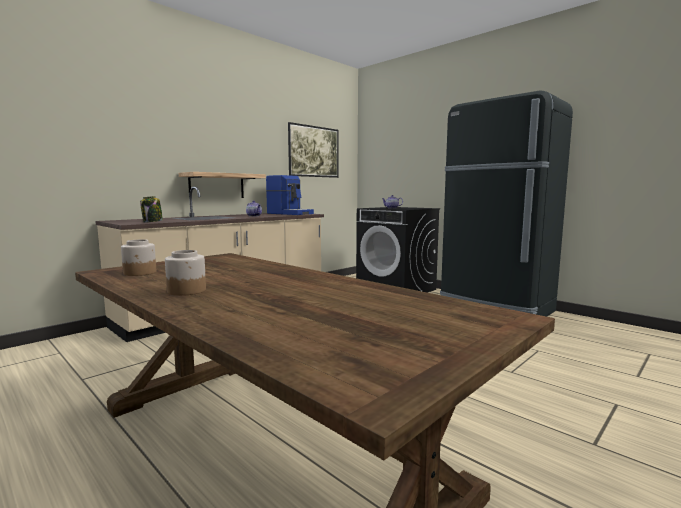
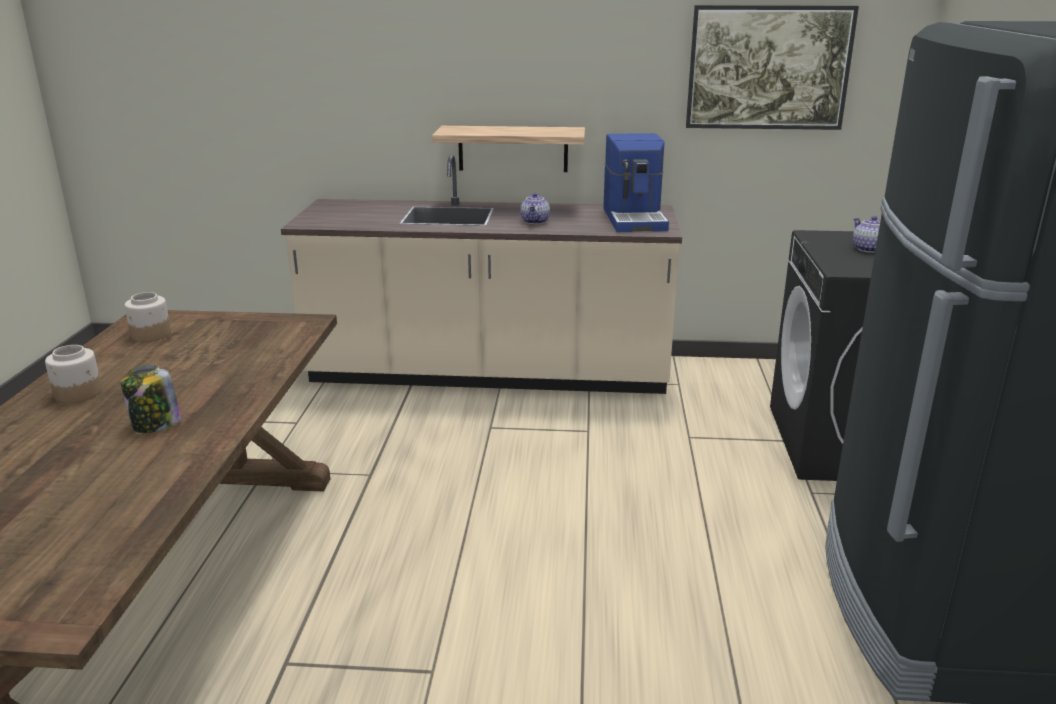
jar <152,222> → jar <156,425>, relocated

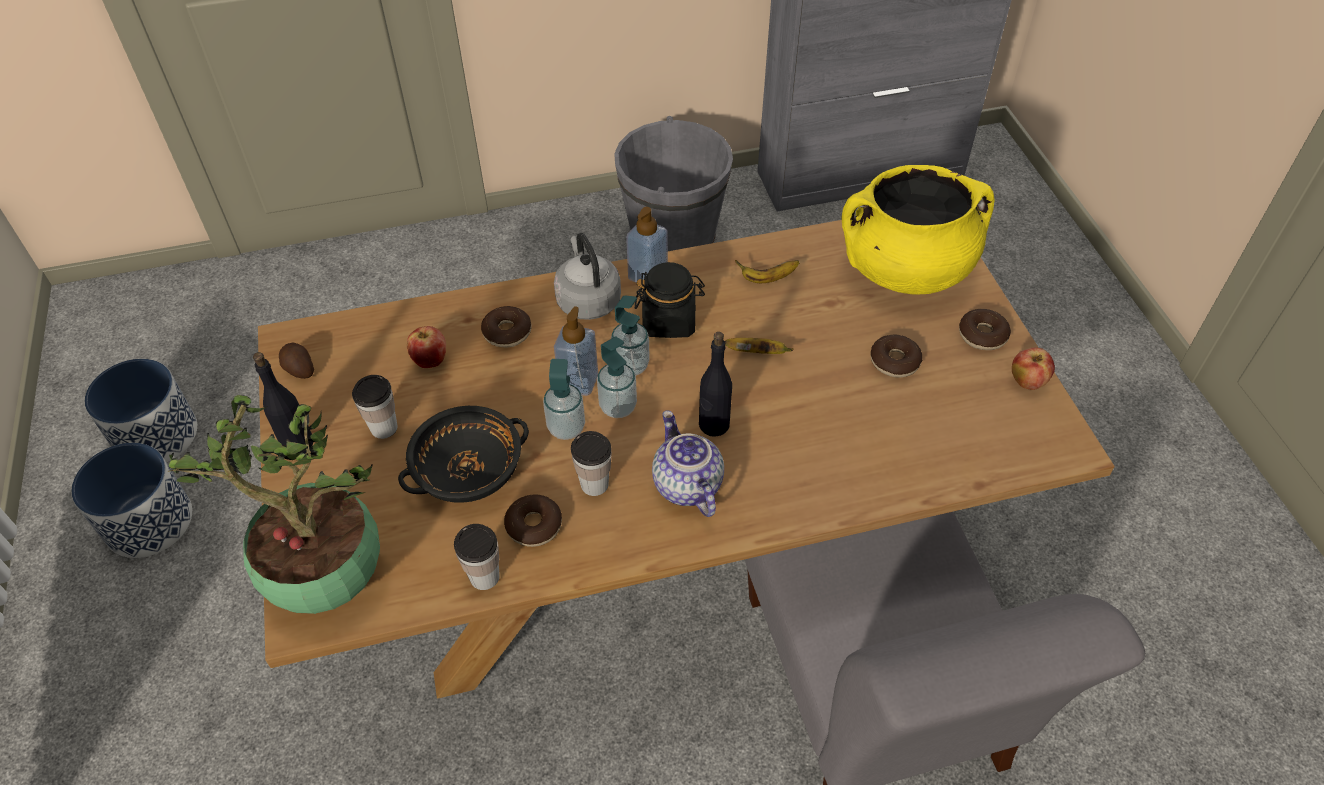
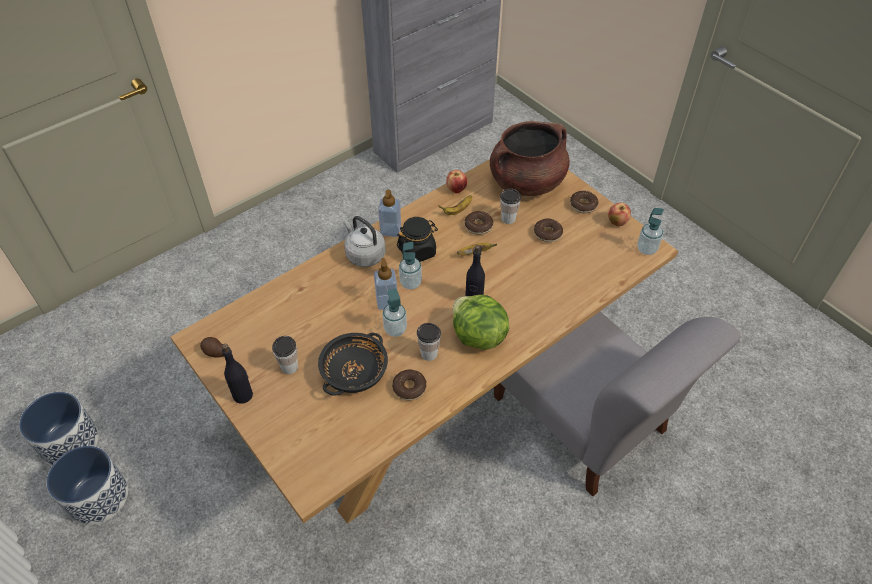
plant in a pot <325,580> → -
apple <430,360> → apple <456,189>, relocated
small cup <484,576> → small cup <508,219>, relocated
ring doughnut <507,332> → ring doughnut <478,226>, relocated
soap bottle <618,406> → soap bottle <646,249>, relocated
greyish bucket <673,240> → -
pot for tea <685,485> → lettuce head <477,336>
yellowish stockpot <905,269> → brownish stockpot <526,182>

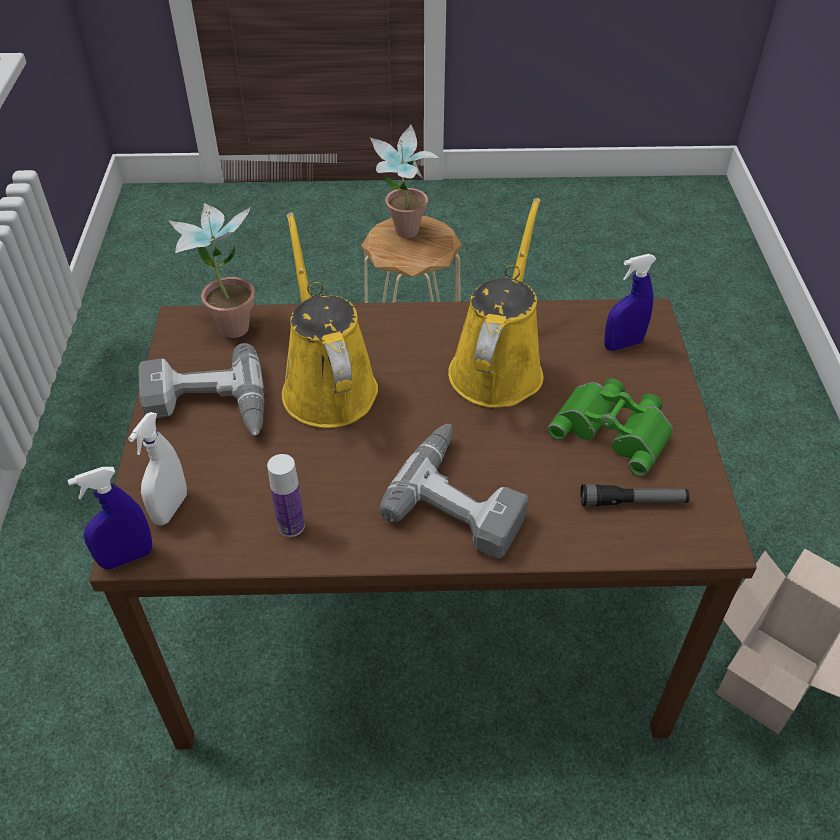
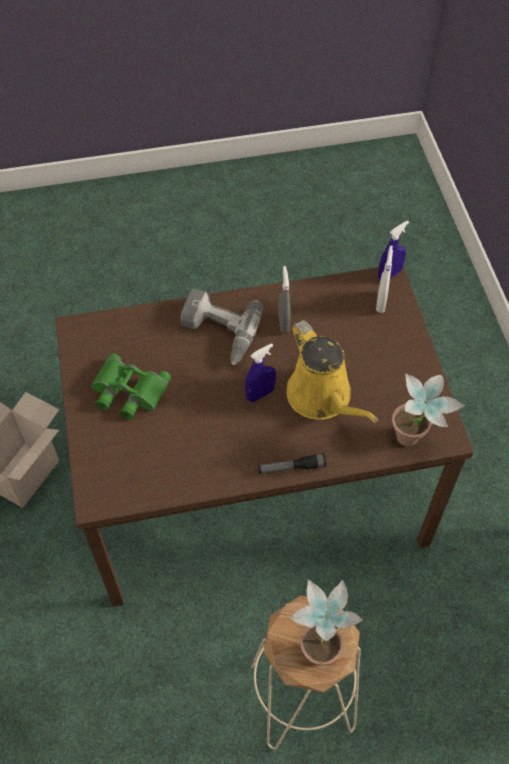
electric drill <206,408> → -
drink bottle <291,526> → -
yellowish watering pot <498,366> → -
torch <632,502> → torch <291,468>, relocated
bluish spray bottle <623,344> → bluish spray bottle <260,394>, relocated
- → greyish spray bottle <283,323>

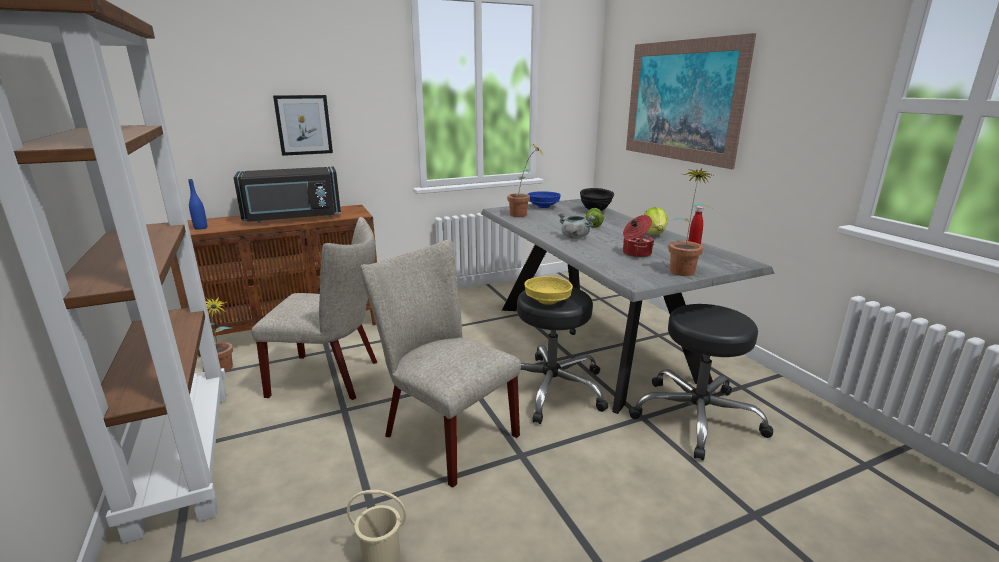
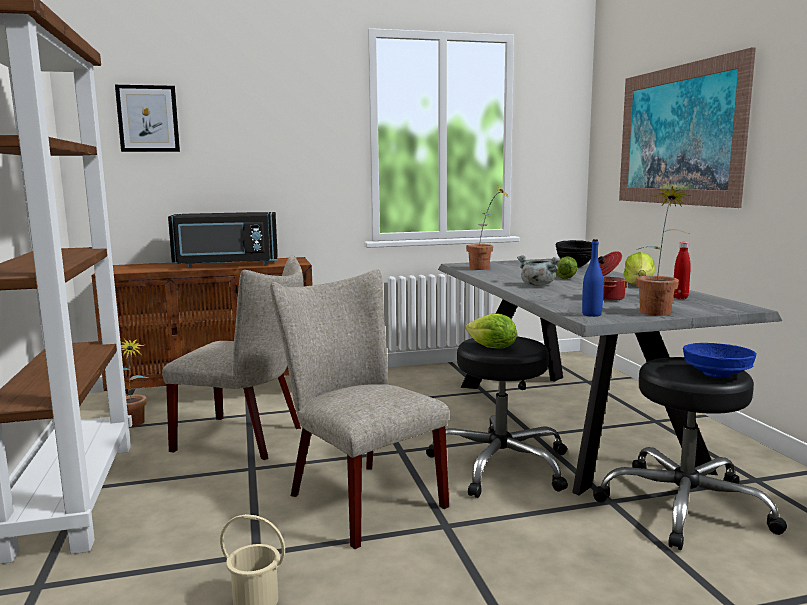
bluish drink bottle <201,228> → bluish drink bottle <591,314>, relocated
wall art <303,125> → wall art <148,118>, relocated
yellowish bowl <548,301> → lettuce head <492,348>
bluish bowl <544,206> → bluish bowl <718,375>, relocated

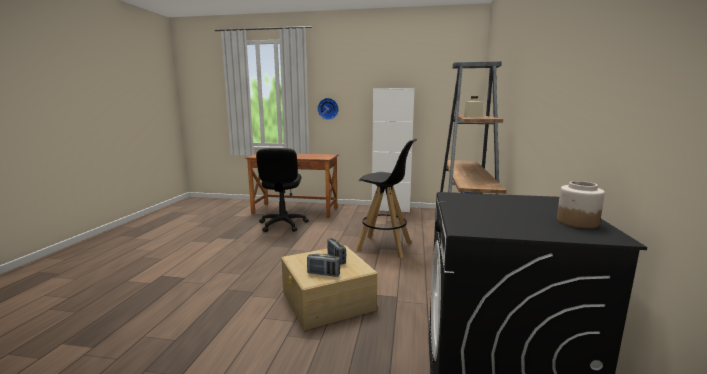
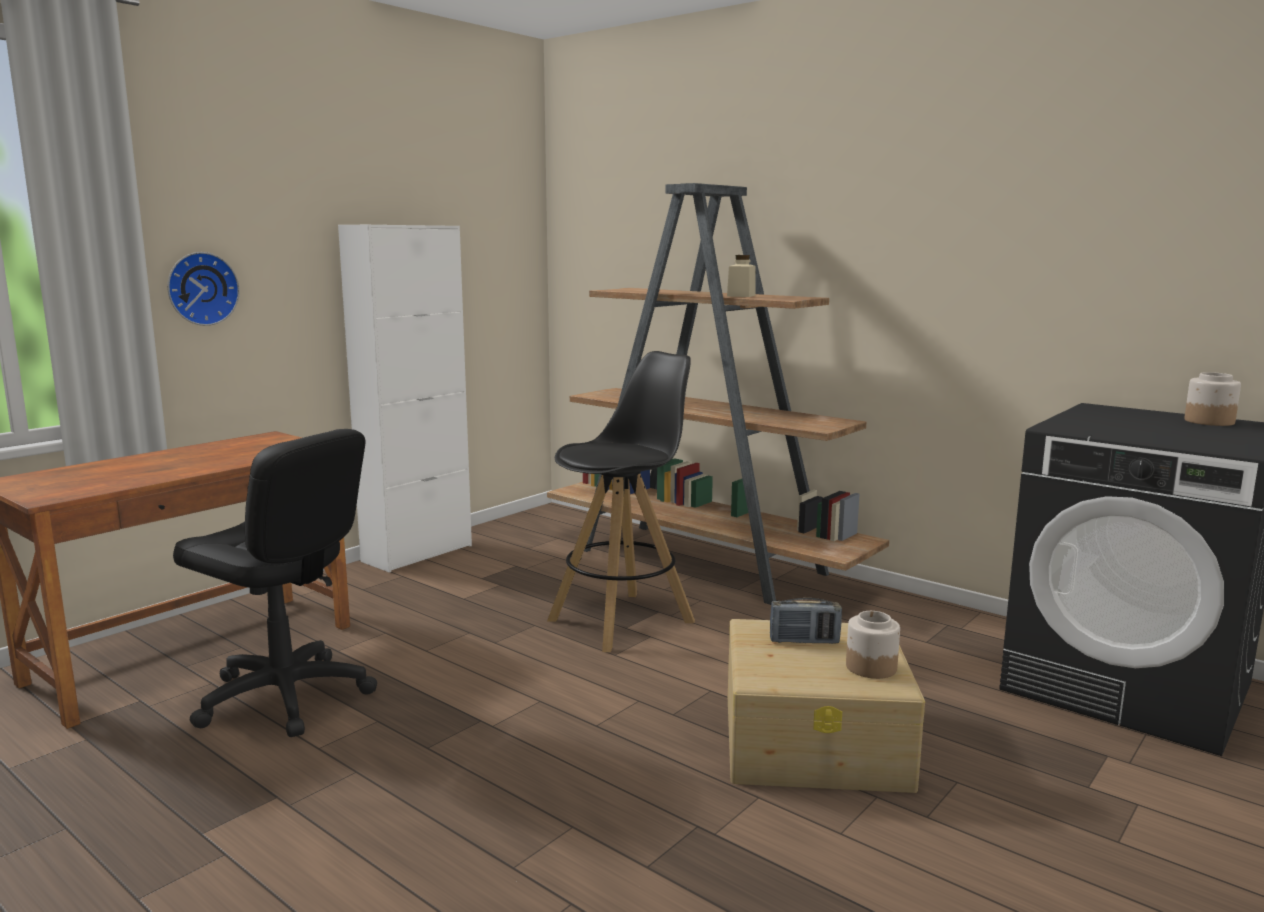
radio <323,274> → jar <871,667>

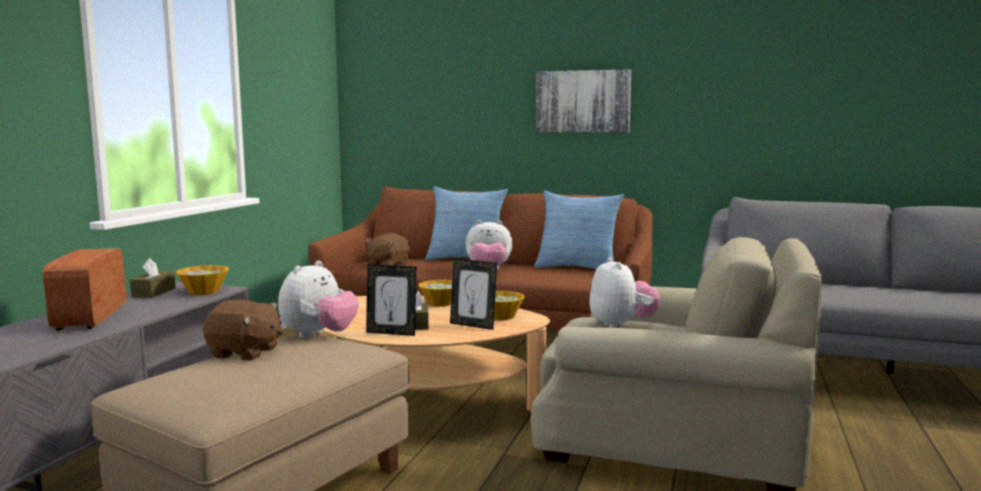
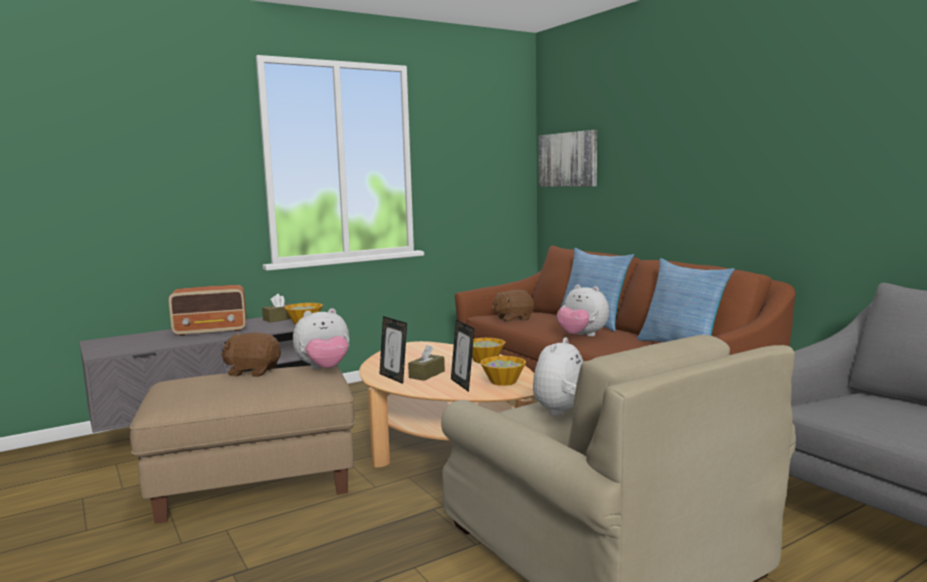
radio <90,318> → radio <211,331>, 135 degrees counterclockwise
brownish plush toy <245,353> → brownish plush toy <253,372>, 135 degrees clockwise
wall art <583,101> → wall art <568,159>, relocated

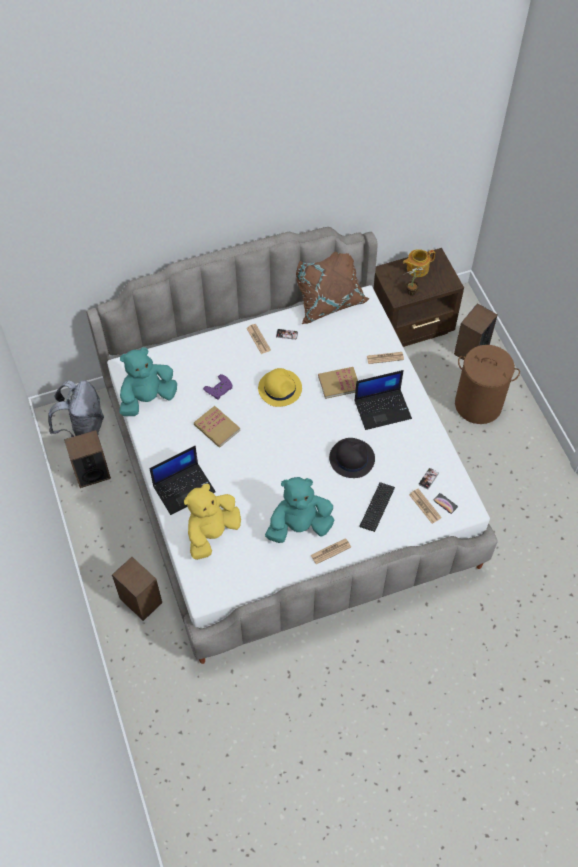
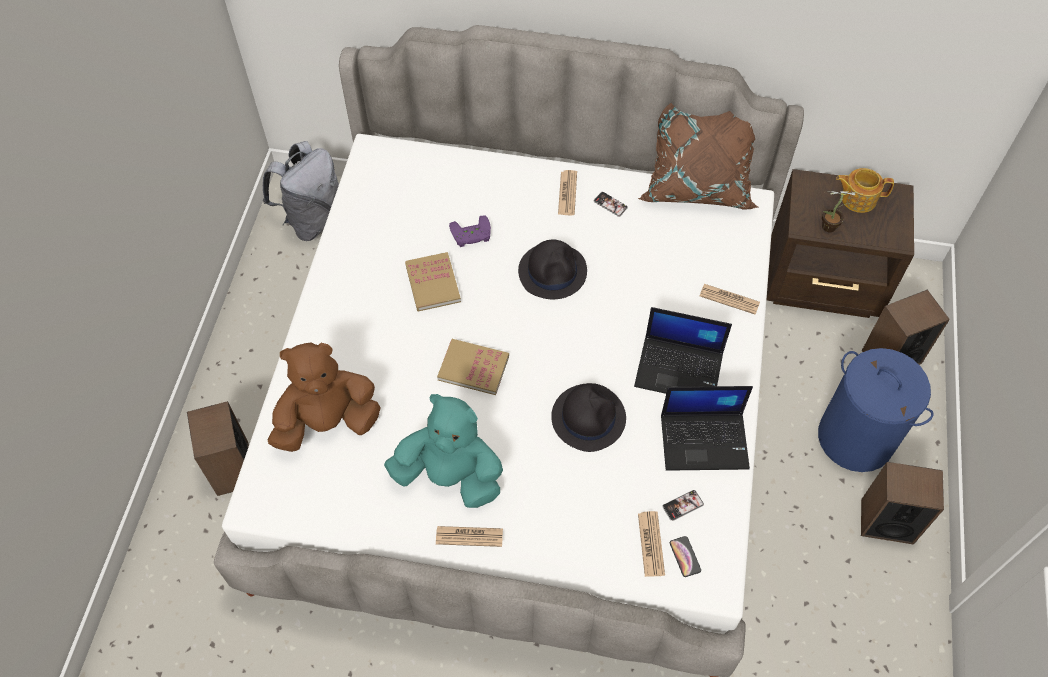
audio speaker <92,473> → audio speaker <886,521>, relocated
turquoise-coloured plush toy <147,398> → -
laptop <184,488> → laptop <705,440>, relocated
yellowish plush toy <212,533> → brownish plush toy <327,422>
yellowish clothing hat <280,388> → black-coloured clothing hat <553,271>
volume <339,383> → volume <473,368>, relocated
PC keyboard <377,507> → -
brownish laundry basket <478,404> → bluish laundry basket <856,438>

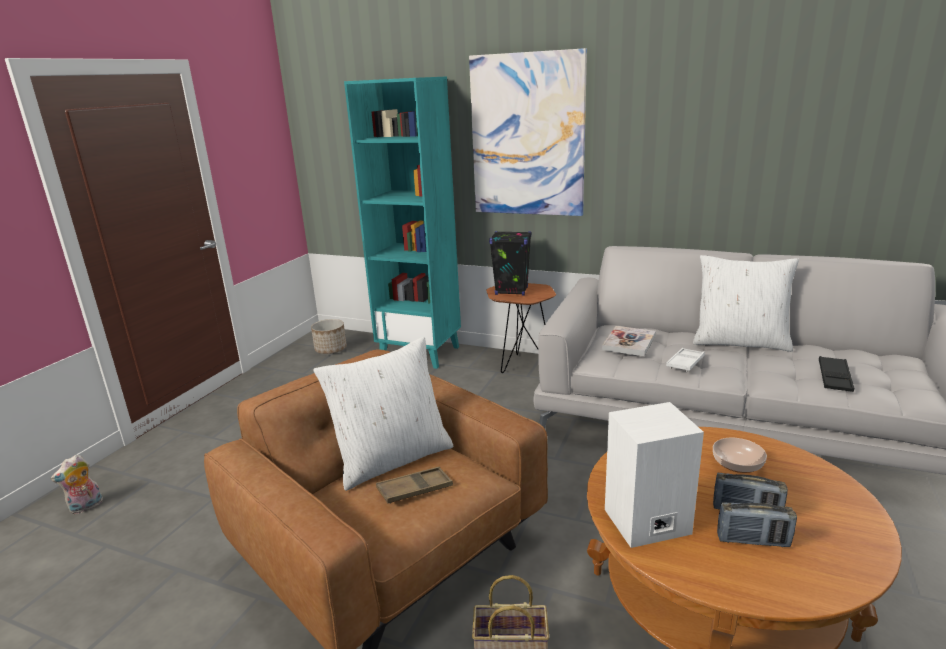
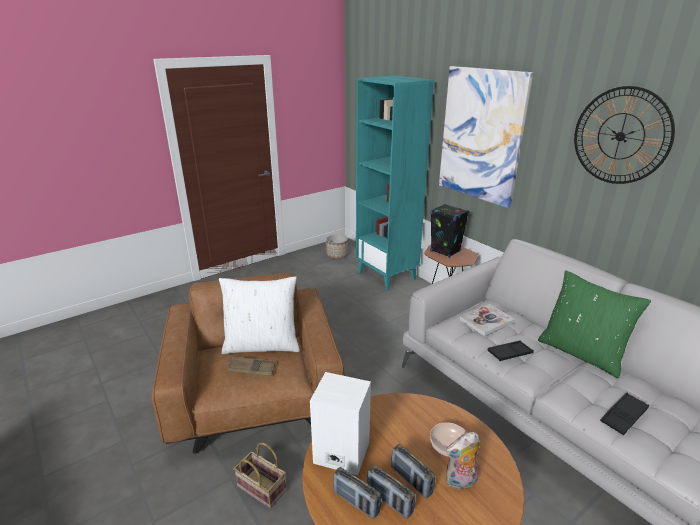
plush toy <86,507> → plush toy <461,482>, relocated
whitish tray <685,363> → black-coloured tray <509,353>
whitish pillow <740,342> → greenish pillow <581,353>
- → radio <356,502>
- → hanging clock <620,136>

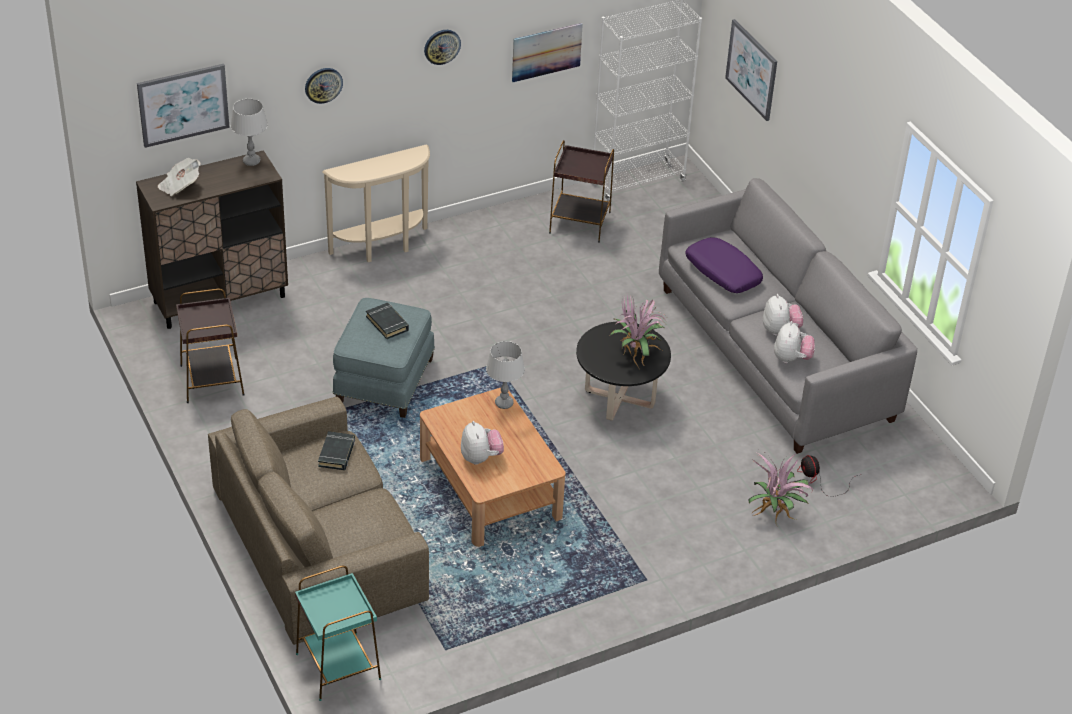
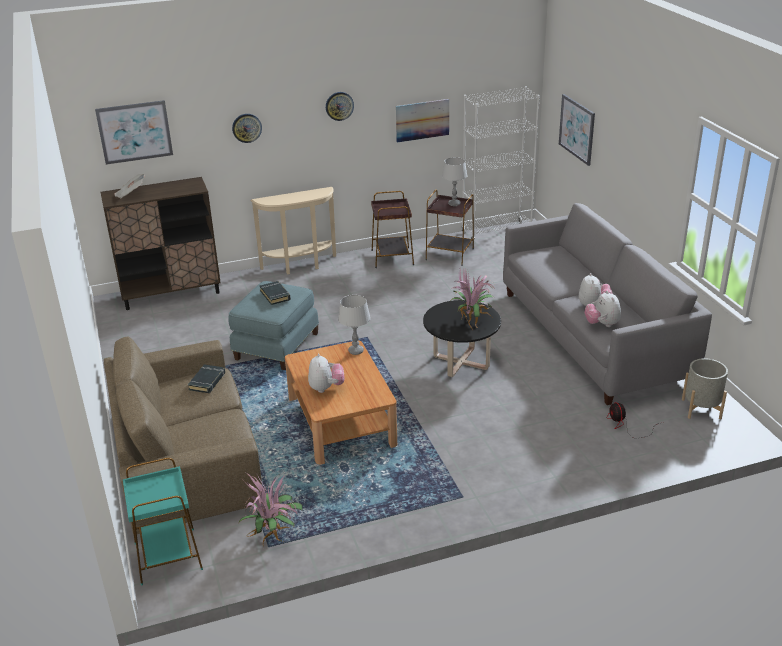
brownish accent table <212,379> → brownish accent table <392,257>, relocated
greyish tabletop lamp <251,161> → greyish tabletop lamp <454,204>, relocated
purple pillow <722,273> → -
plant in a pot <776,512> → plant in a pot <273,535>, relocated
plush toy <791,358> → plush toy <602,324>, 150 degrees clockwise
- → greyish plant pot <701,409>

